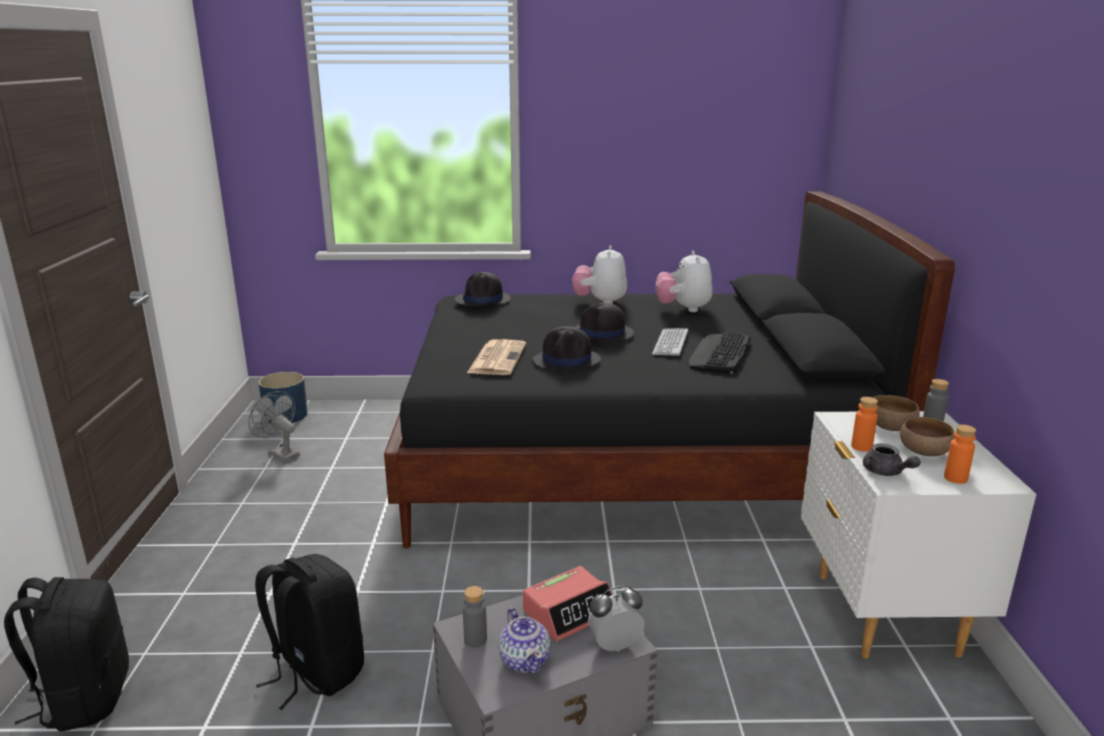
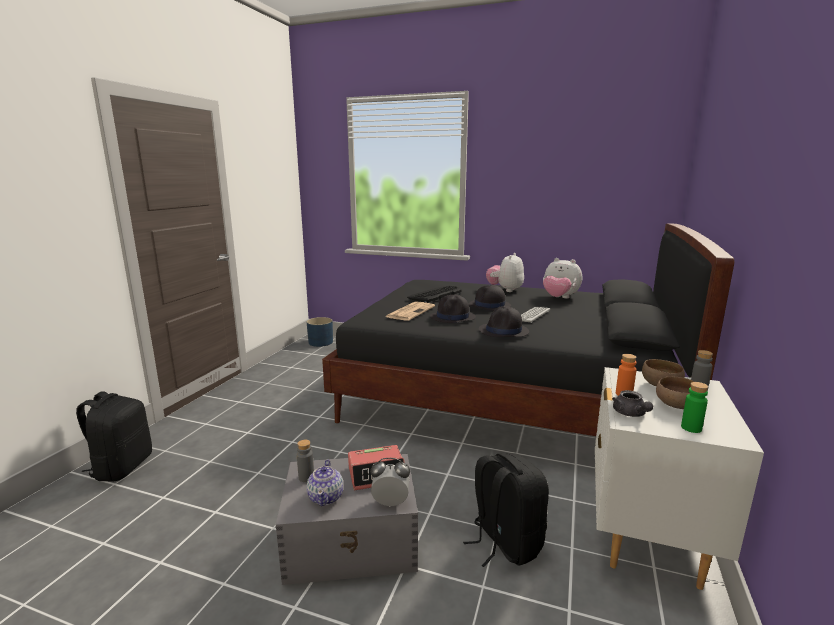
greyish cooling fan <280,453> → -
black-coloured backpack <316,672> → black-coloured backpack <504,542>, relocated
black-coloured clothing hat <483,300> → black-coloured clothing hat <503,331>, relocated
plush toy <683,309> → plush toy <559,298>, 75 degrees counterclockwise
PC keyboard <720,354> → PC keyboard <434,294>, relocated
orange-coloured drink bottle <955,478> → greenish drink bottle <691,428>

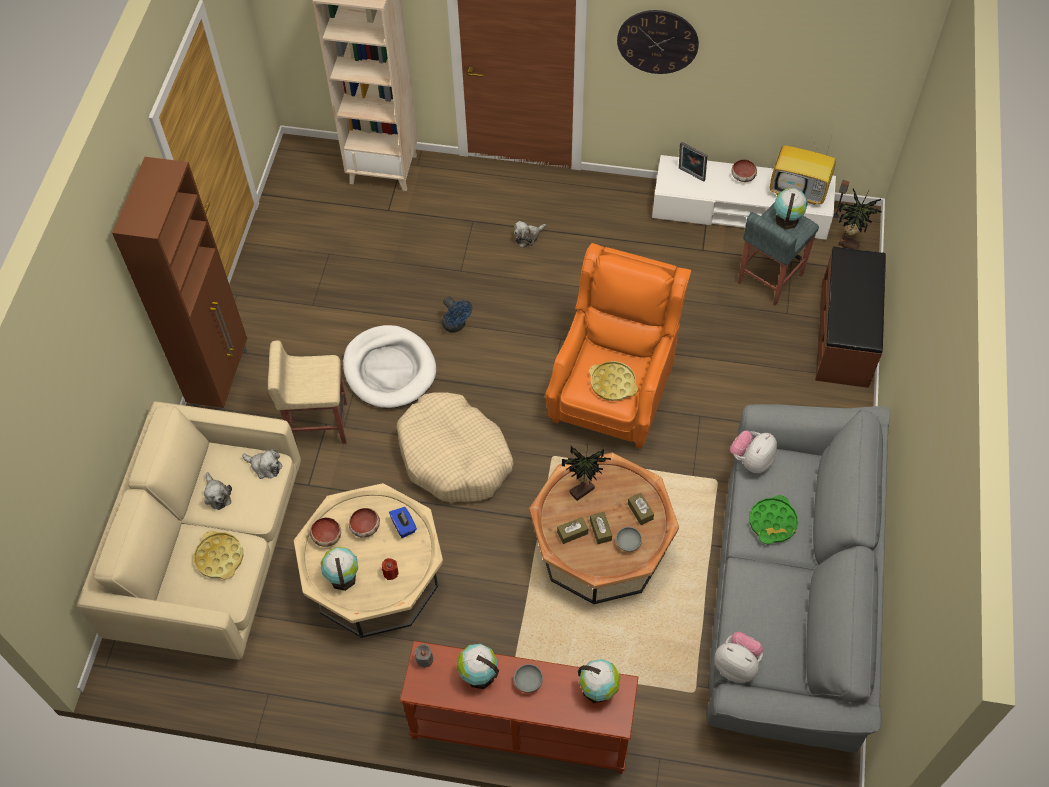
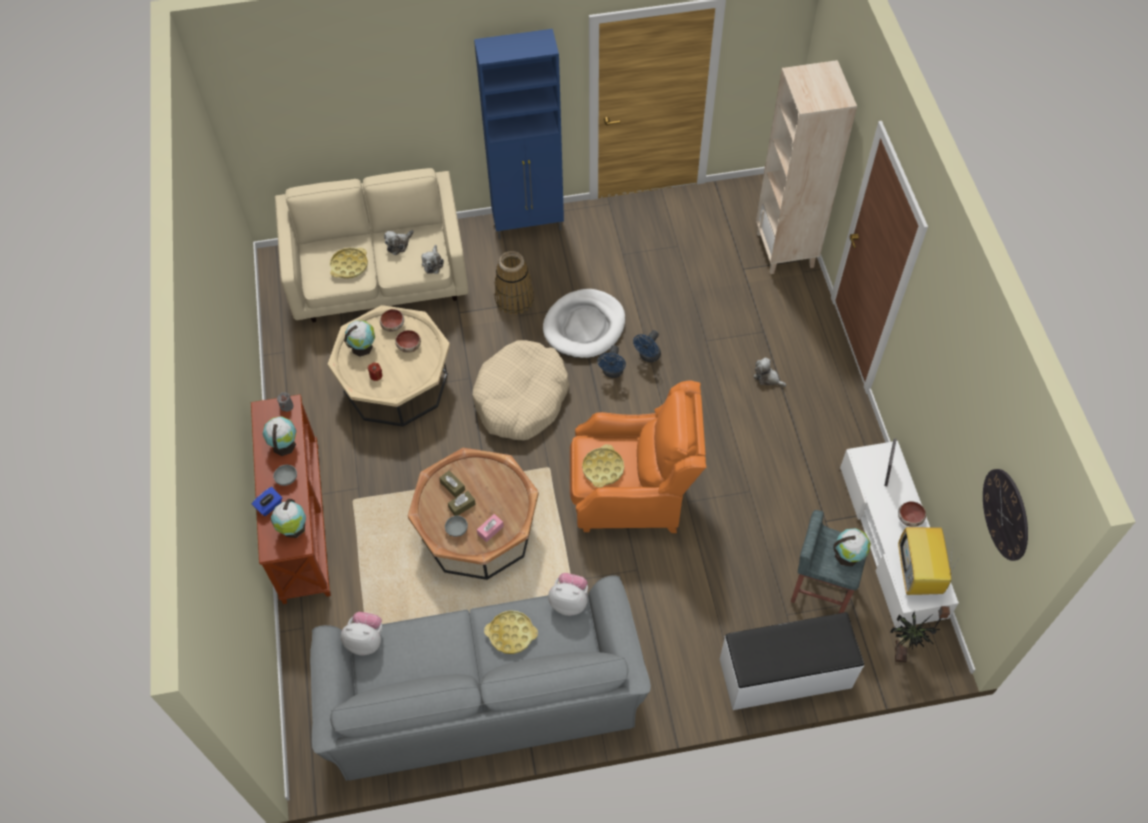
brownish cabinet <221,379> → bluish cabinet <529,225>
beige stool <318,424> → storage basket <514,299>
bluish tissue box <404,526> → bluish tissue box <269,506>, relocated
plant in a pot <583,491> → -
hanging clock <657,41> → hanging clock <1006,514>, relocated
brownish tissue box <640,511> → pink tissue box <490,530>
plush toy <736,665> → plush toy <366,640>, 90 degrees counterclockwise
greenish tray <772,522> → yellowish tray <511,634>
brownish bench <845,335> → whitish bench <785,674>
- → bluish cooling fan <612,373>

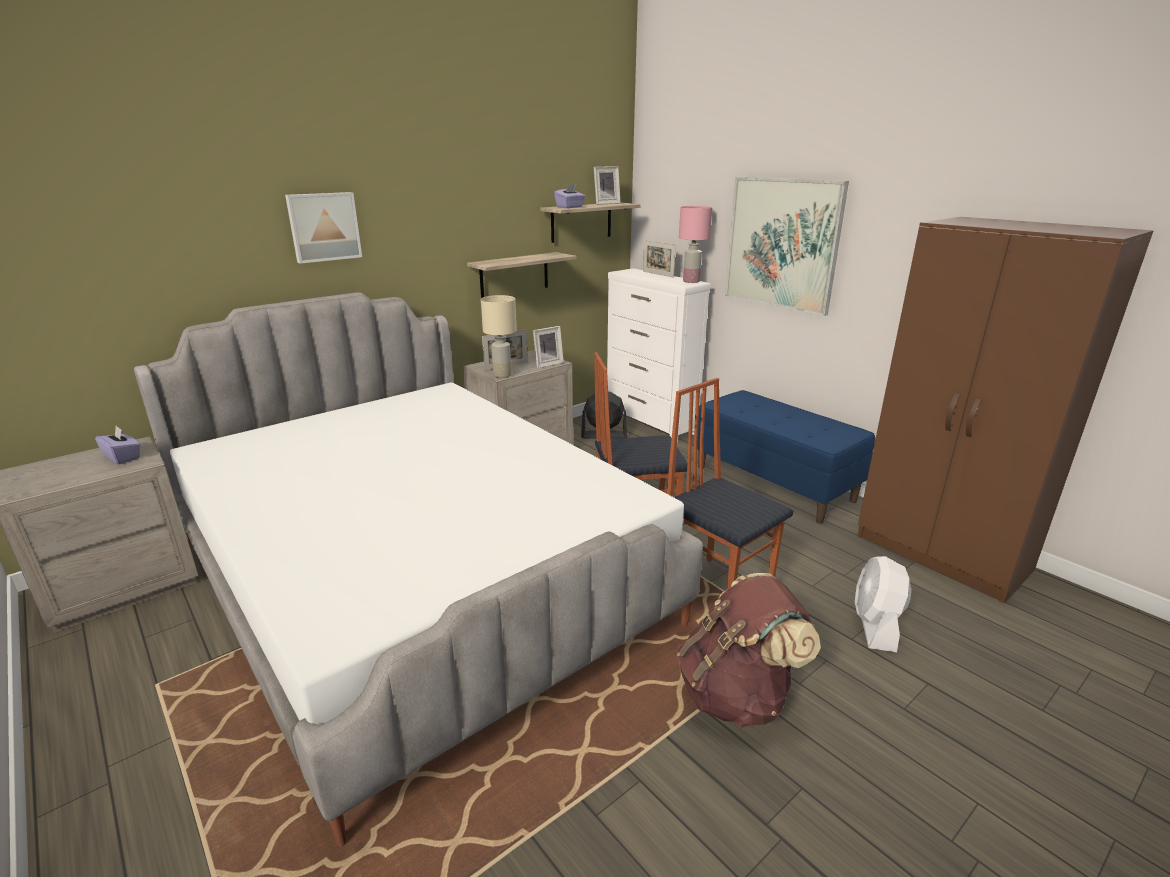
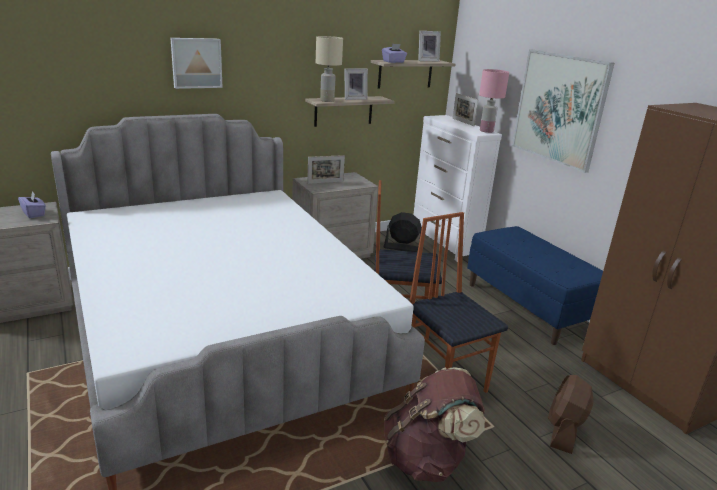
beige tabletop lamp <501,375> → beige tabletop lamp <326,100>, relocated
photo frame <547,364> → photo frame <354,98>, relocated
whitish cooling fan <875,625> → brownish cooling fan <563,431>

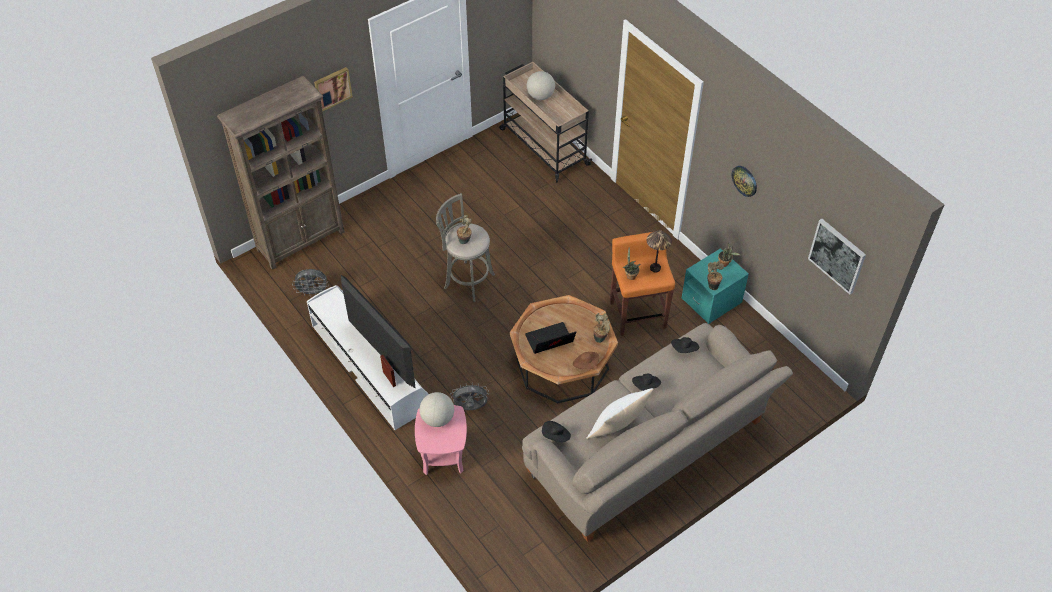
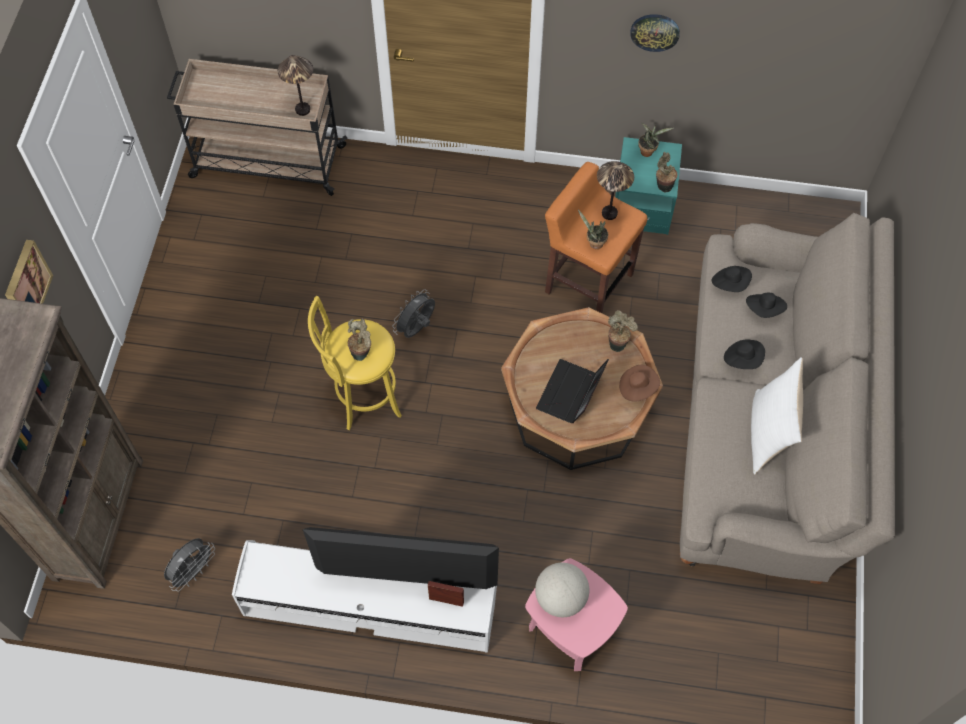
greyish stool <467,280> → yellowish stool <363,397>
greyish cooling fan <470,408> → greyish cooling fan <417,329>, relocated
world globe <540,96> → -
black-coloured clothing hat <556,436> → black-coloured clothing hat <764,309>, relocated
wall art <837,255> → -
- → tabletop lamp <302,110>

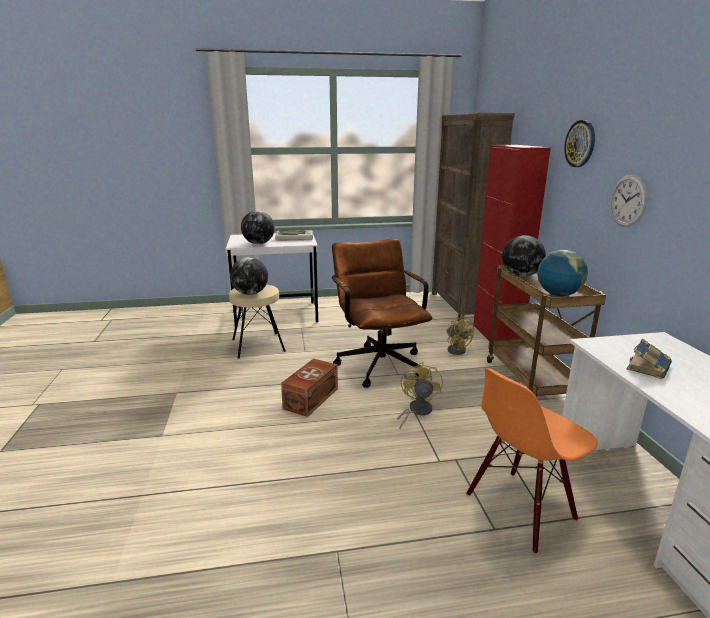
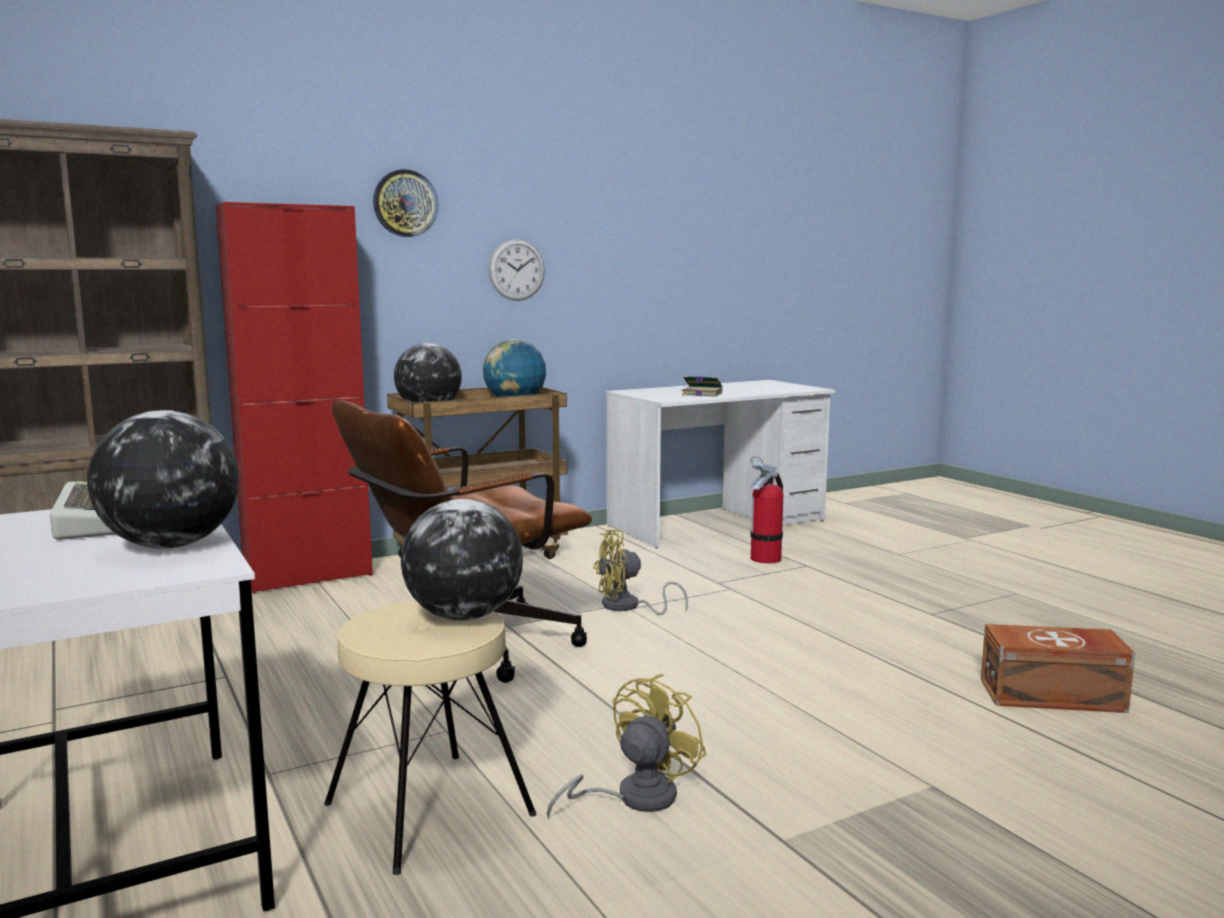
brownish storage box <309,398> → brownish storage box <1054,696>, relocated
yellowish cooling fan <456,349> → yellowish cooling fan <633,798>, relocated
orange-coloured chair <520,508> → fire-fighting cylinder <765,558>

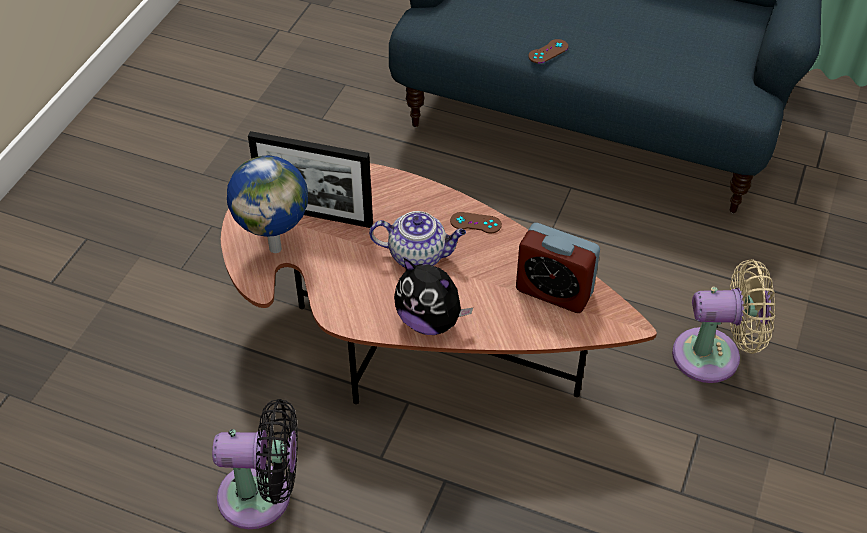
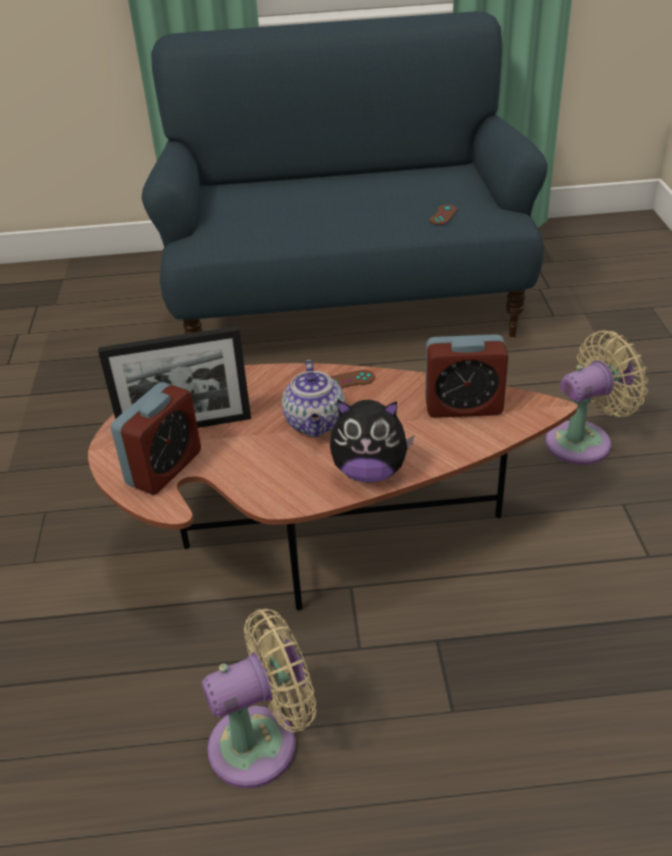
black-coloured cooling fan <263,497> → beige cooling fan <262,742>
world globe <276,247> → alarm clock <164,468>
pot for tea <419,255> → pot for tea <316,424>, 105 degrees clockwise
brownish joypad <548,51> → brownish joypad <443,215>, relocated

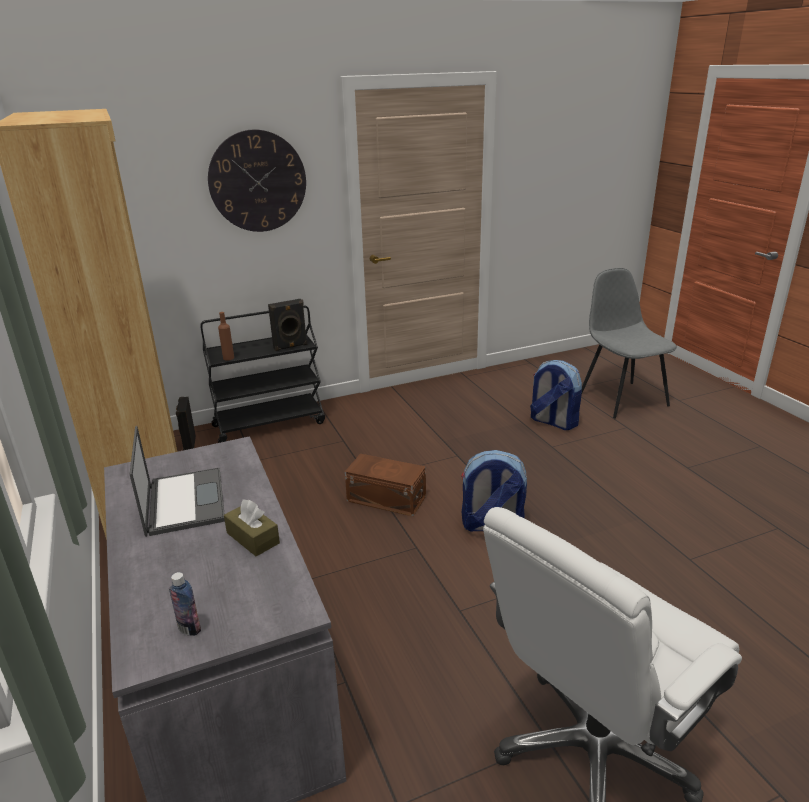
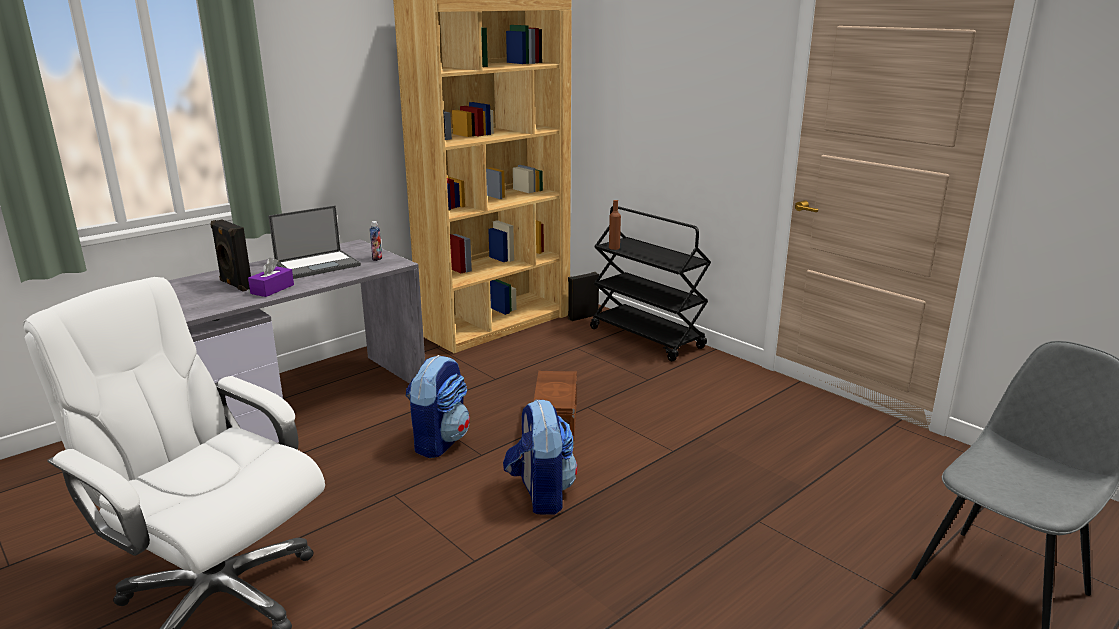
drink bottle <189,629> → drink bottle <377,258>, relocated
hanging clock <257,181> → -
brownish tissue box <253,538> → purple tissue box <272,289>
black-coloured audio speaker <290,347> → black-coloured audio speaker <235,285>, relocated
backpack <552,422> → backpack <439,441>, relocated

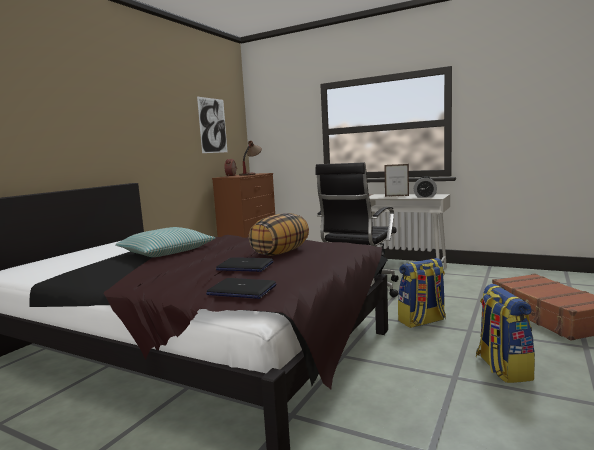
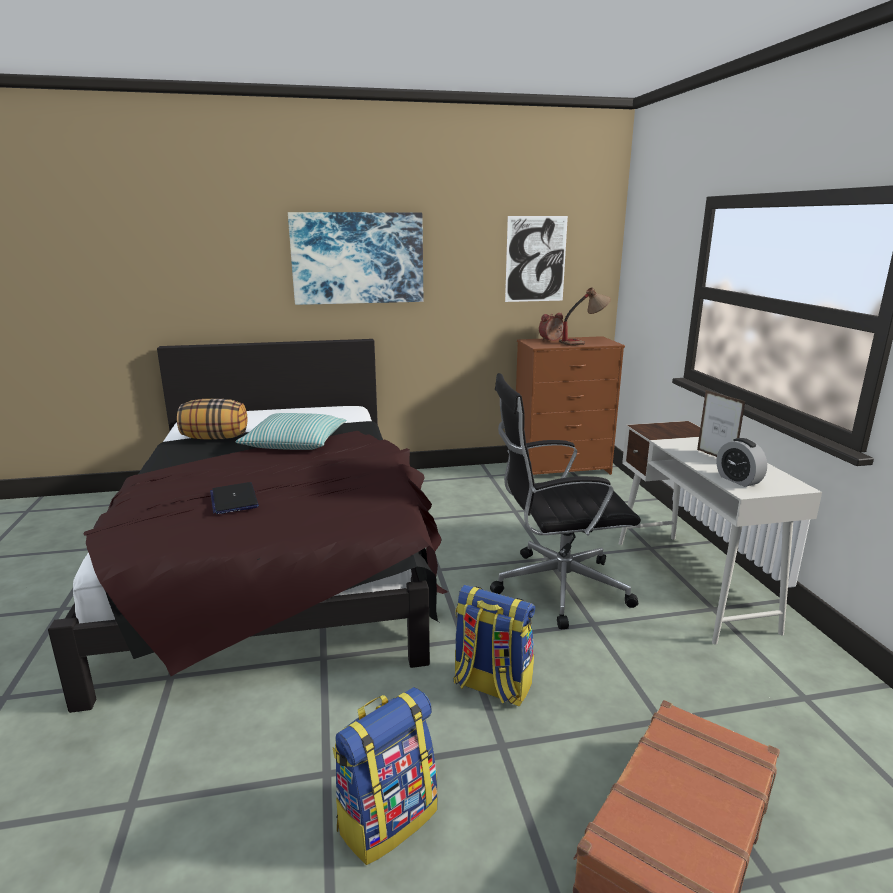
laptop <241,290> → -
pillow <280,252> → pillow <215,438>, relocated
- → wall art <358,258>

